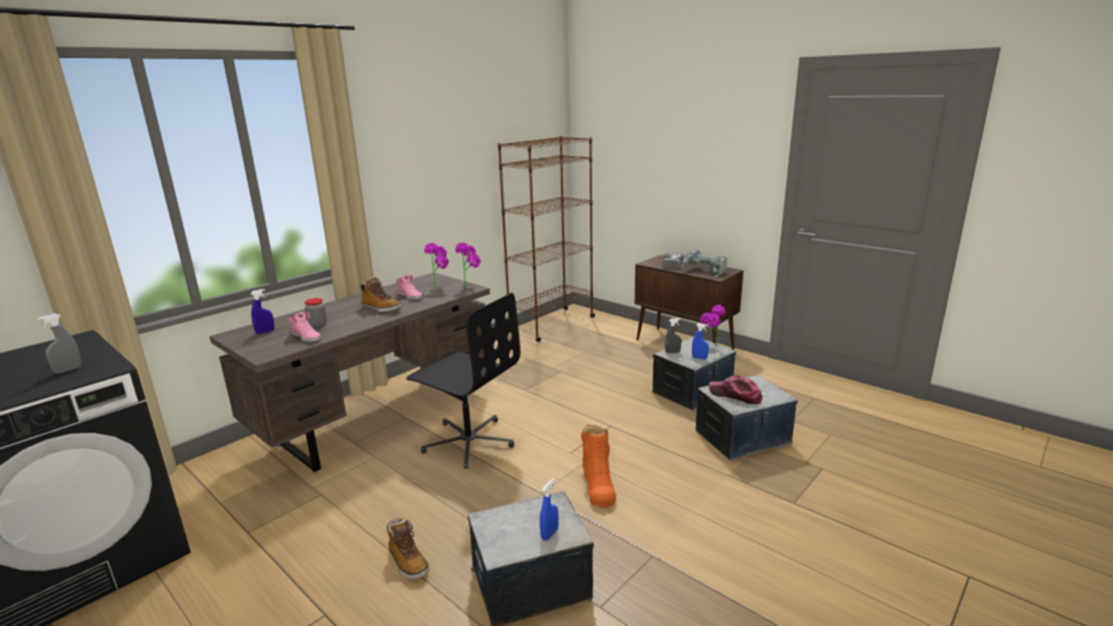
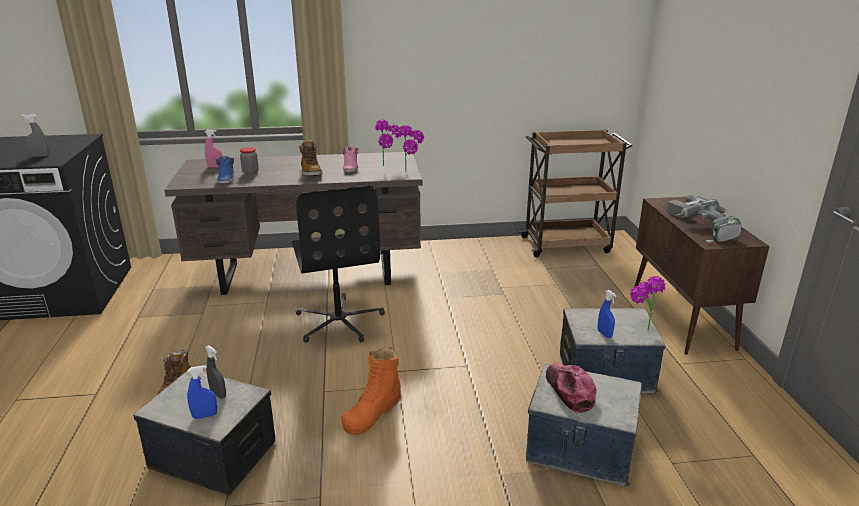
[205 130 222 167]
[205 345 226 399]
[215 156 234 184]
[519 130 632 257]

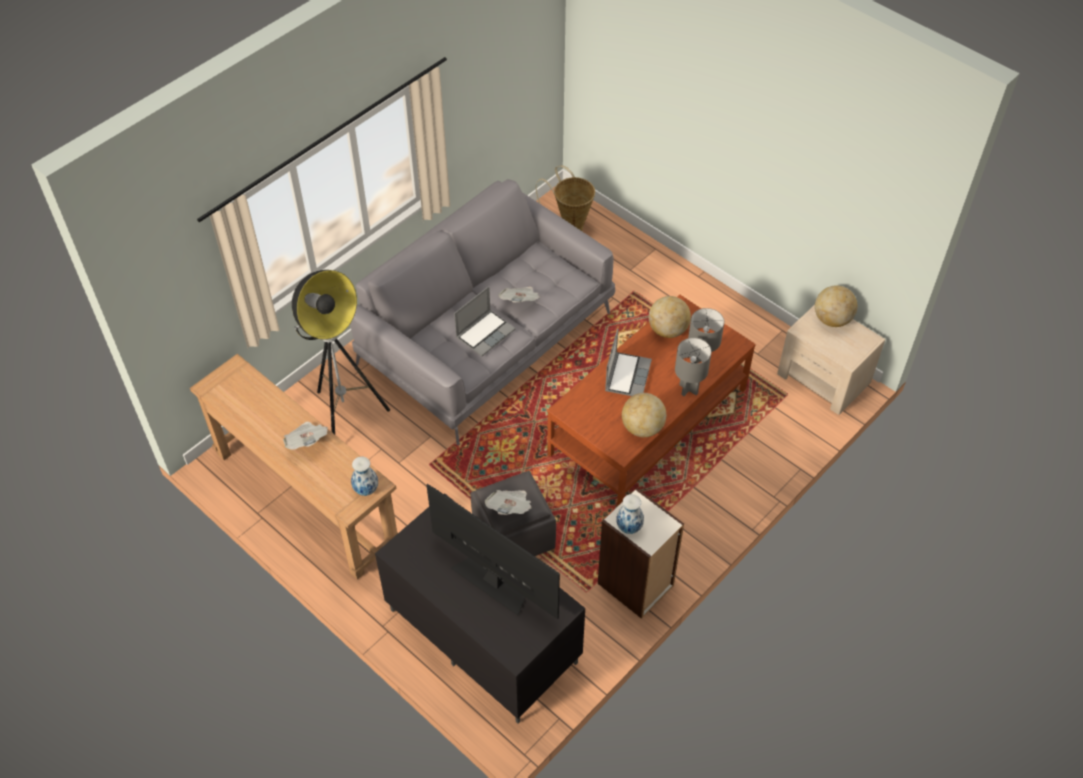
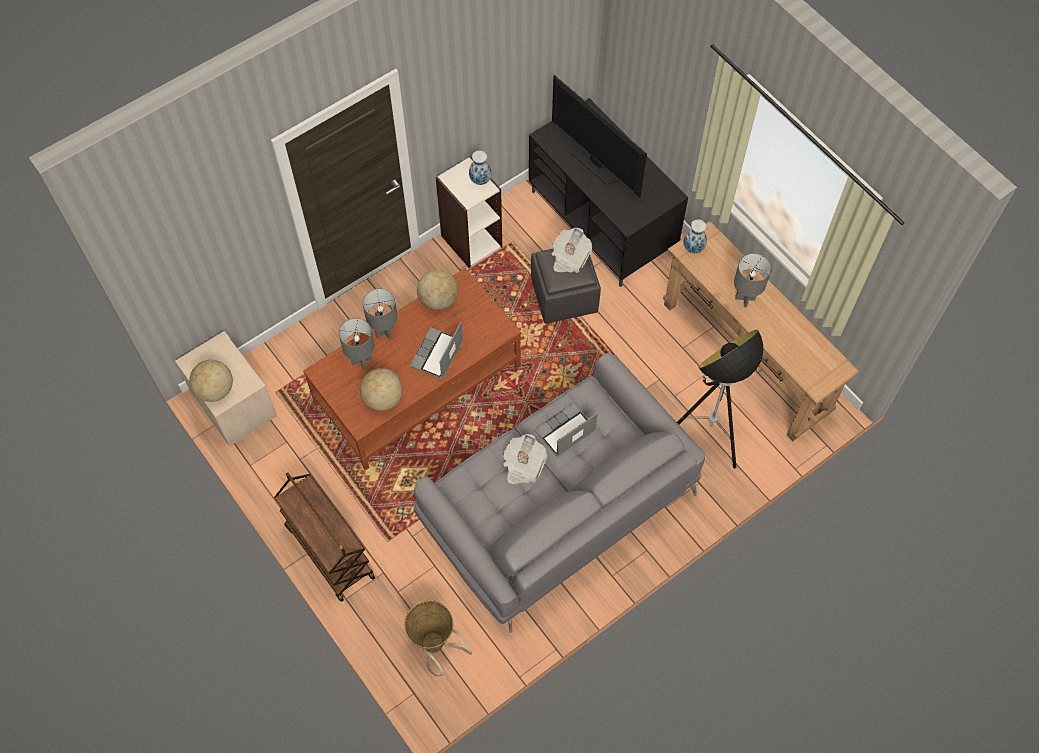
[274 473 375 602]
[734 253 771 307]

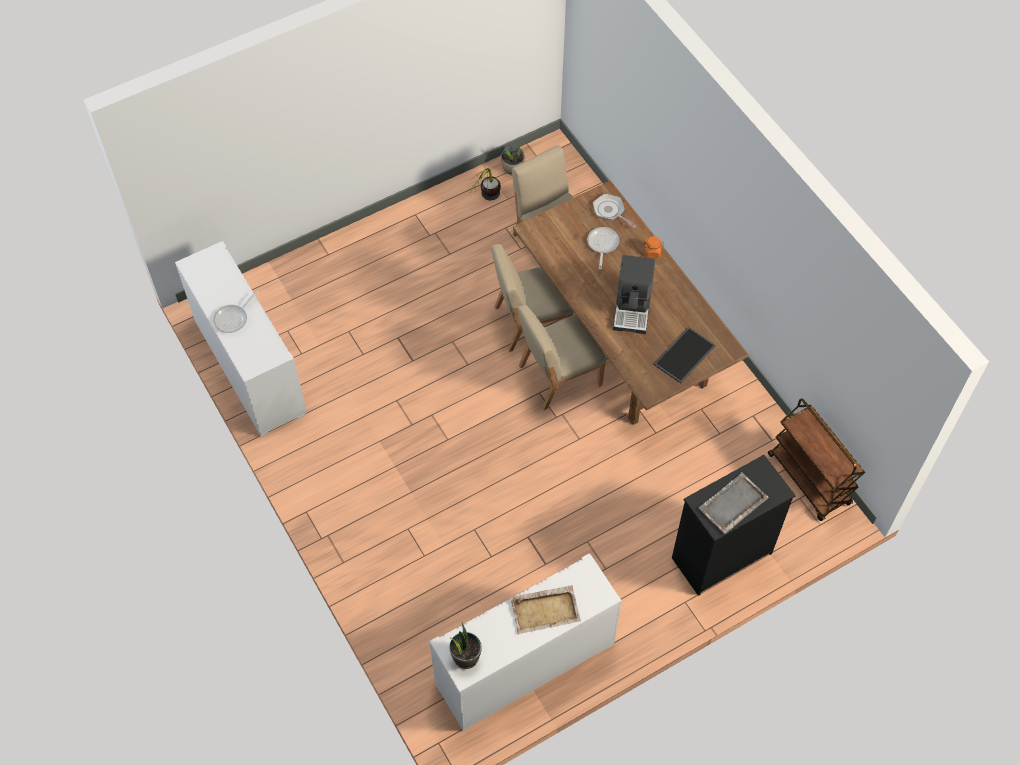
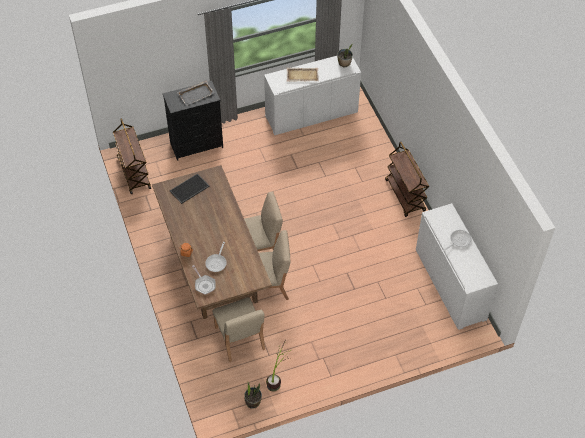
[385 142 429 217]
[613 255 655 334] (first image)

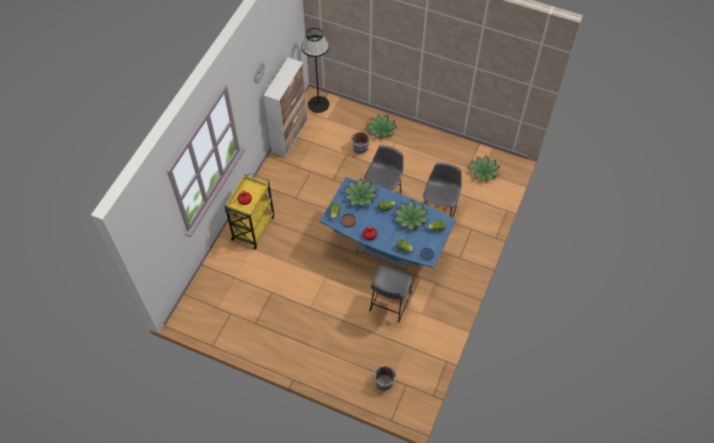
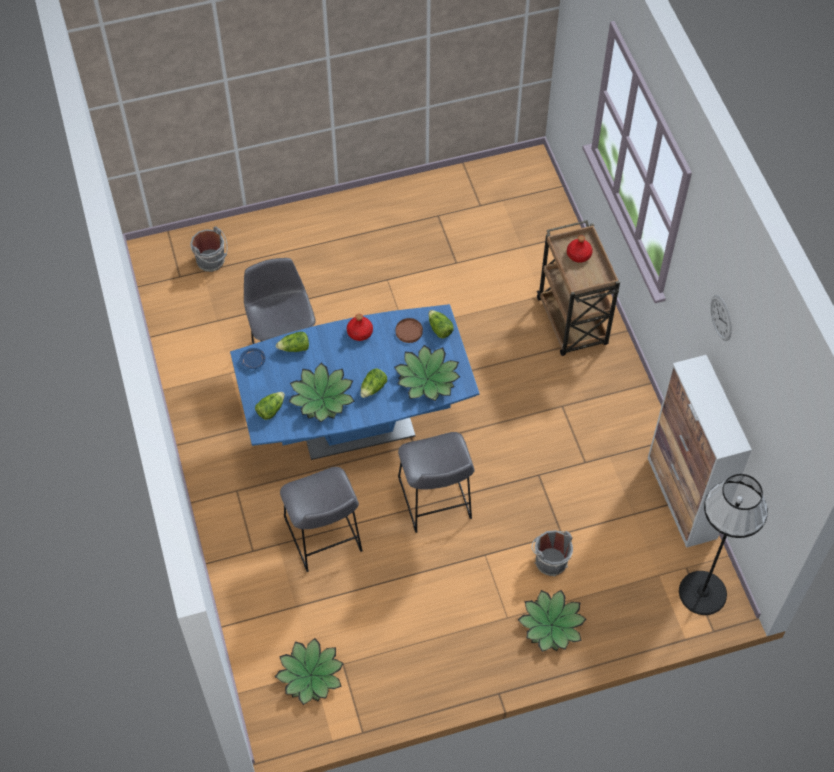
[537 220 620 356]

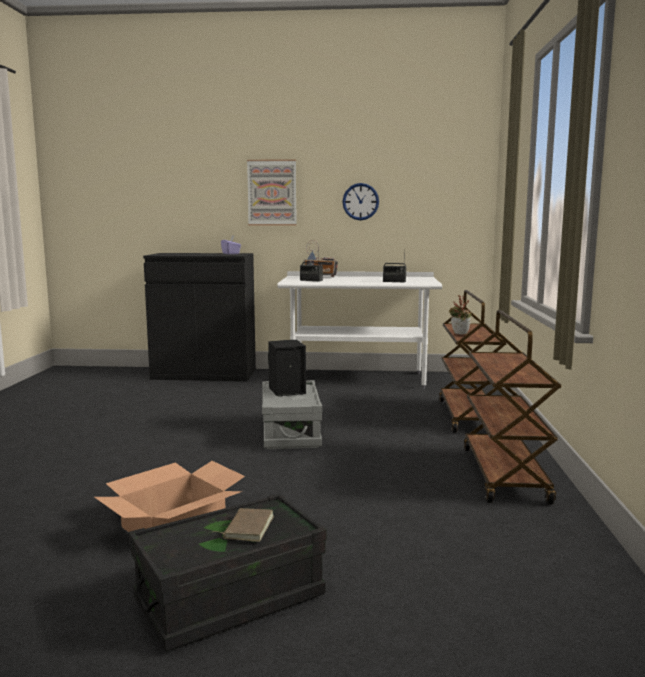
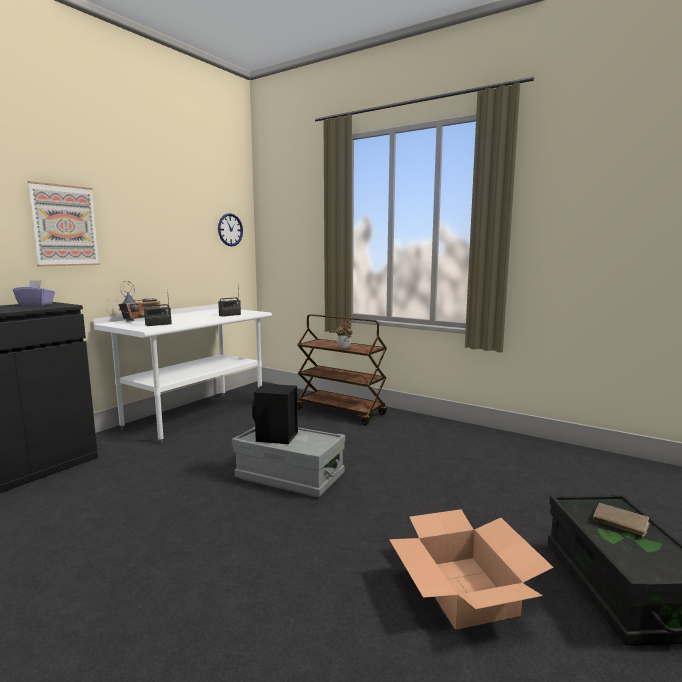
[218 213 243 246]
[464 310 561 505] (first image)

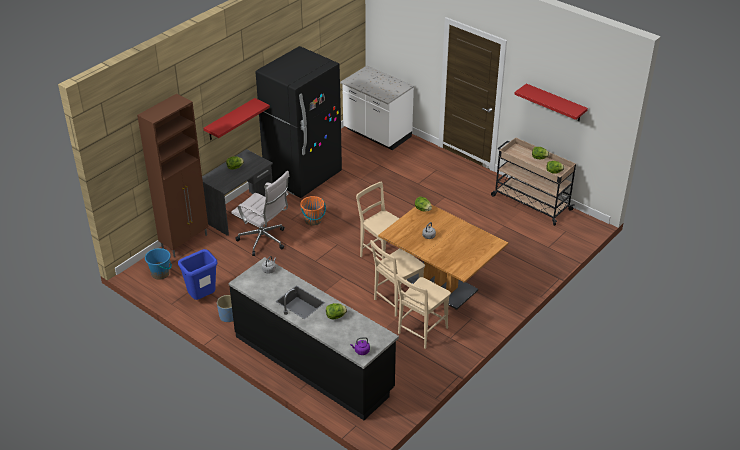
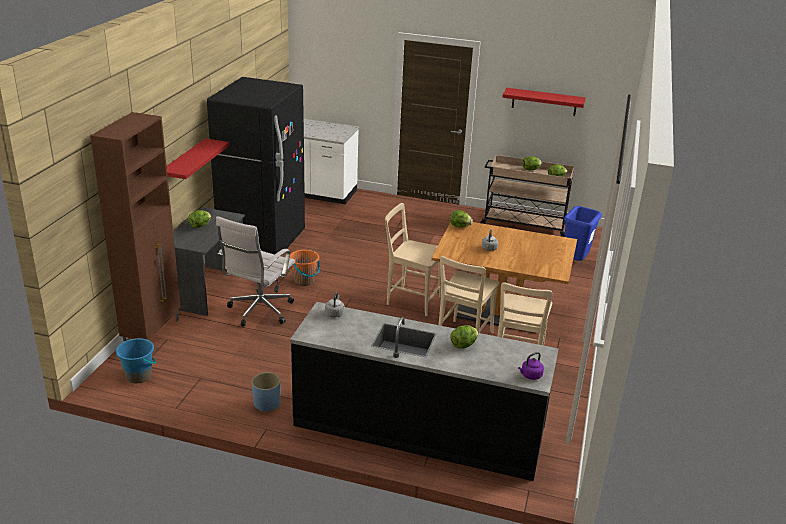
[216 216 295 326]
[564 206 602 261]

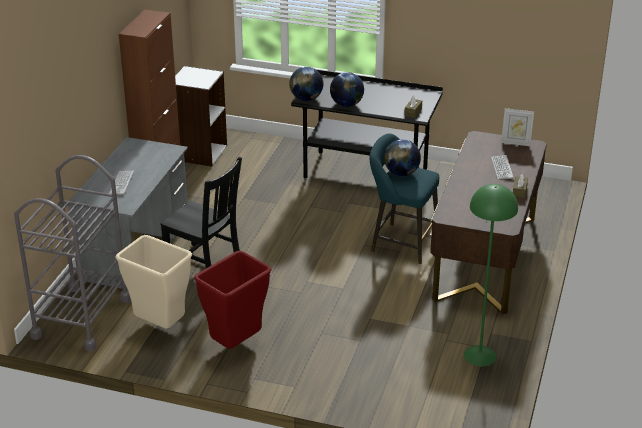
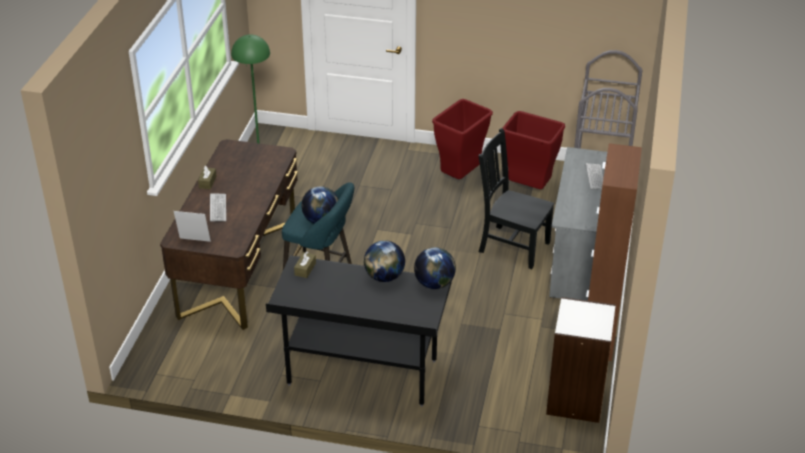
[502 111 565 189]

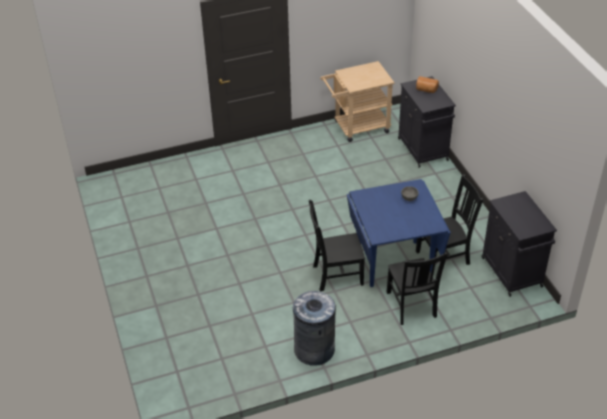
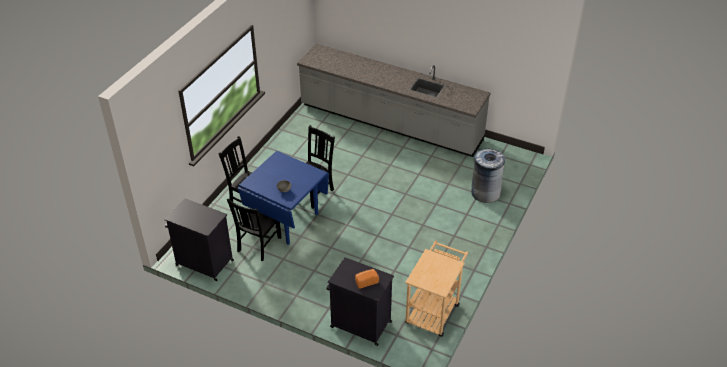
[297 44 491 157]
[471 149 505 203]

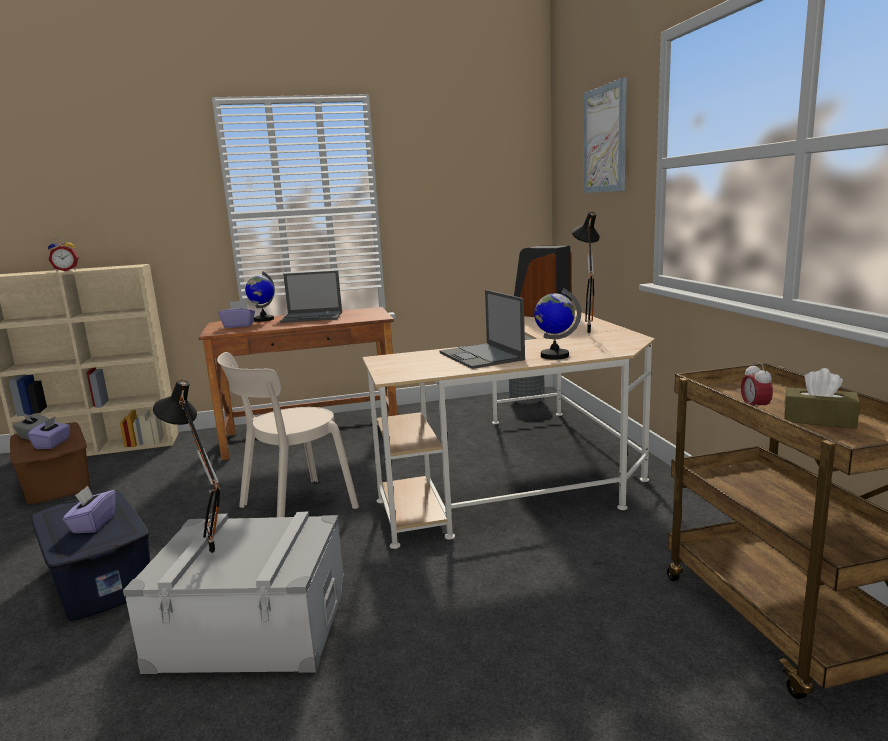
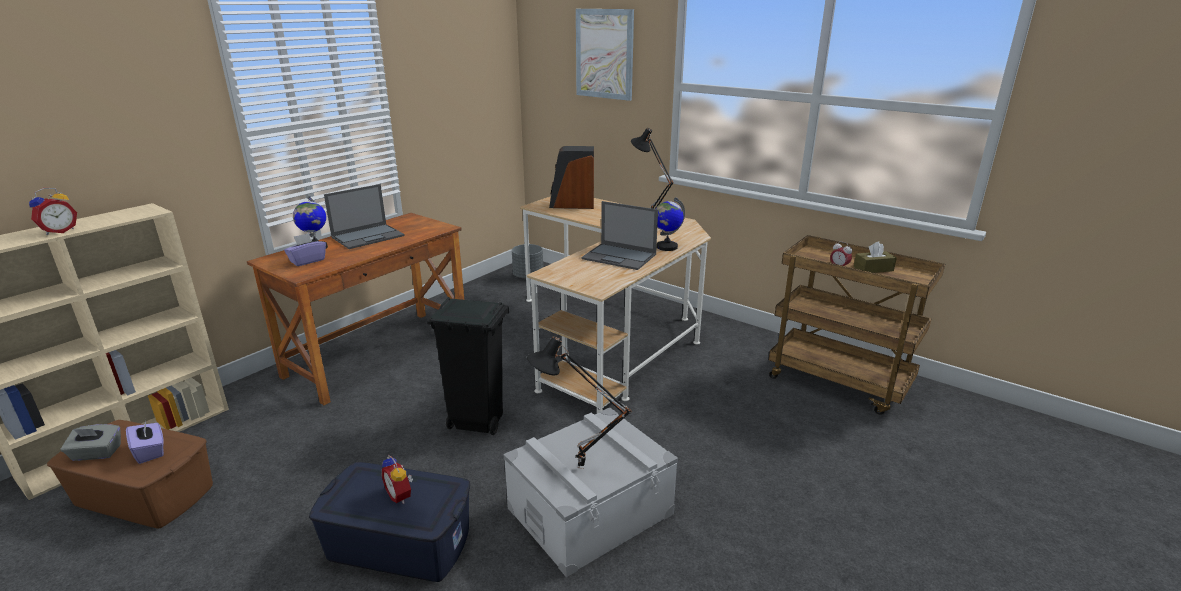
[382 455 413 504]
[427 297 509 435]

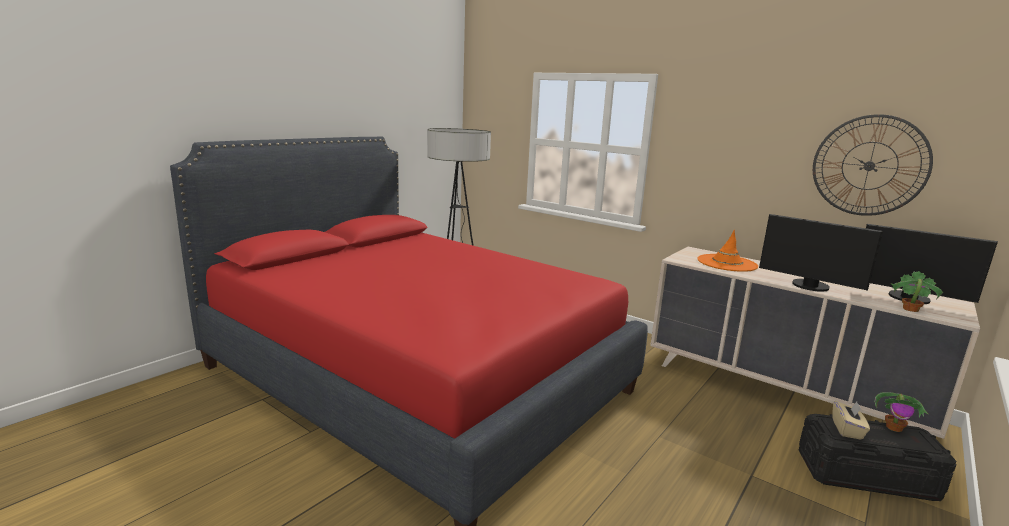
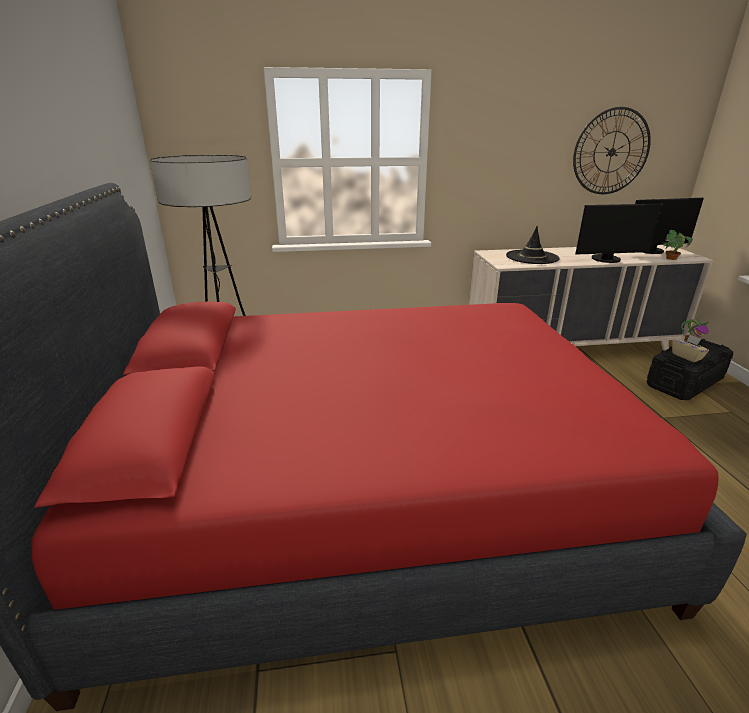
[506 226 560 264]

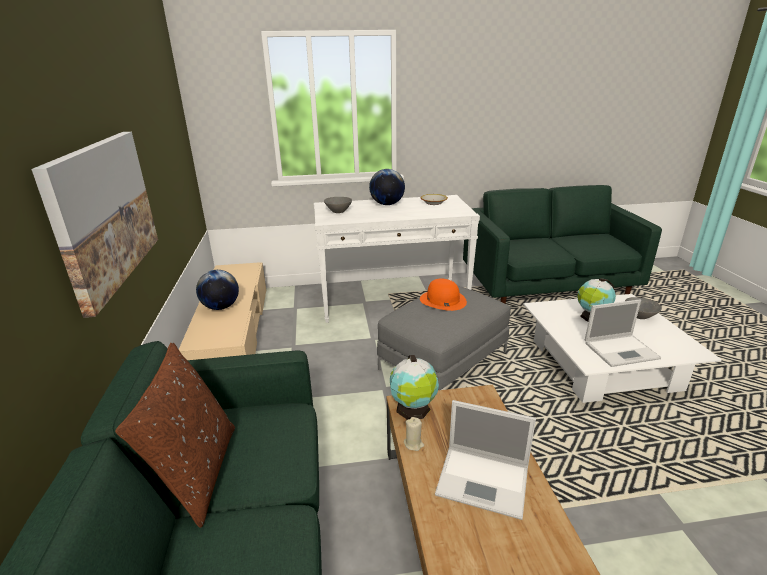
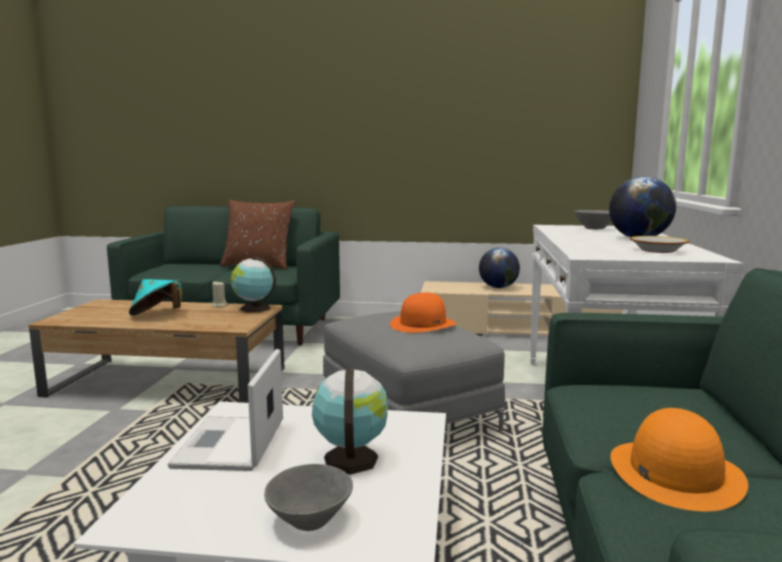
[129 279 182 316]
[611 408 748 511]
[31 132 158 318] (first image)

